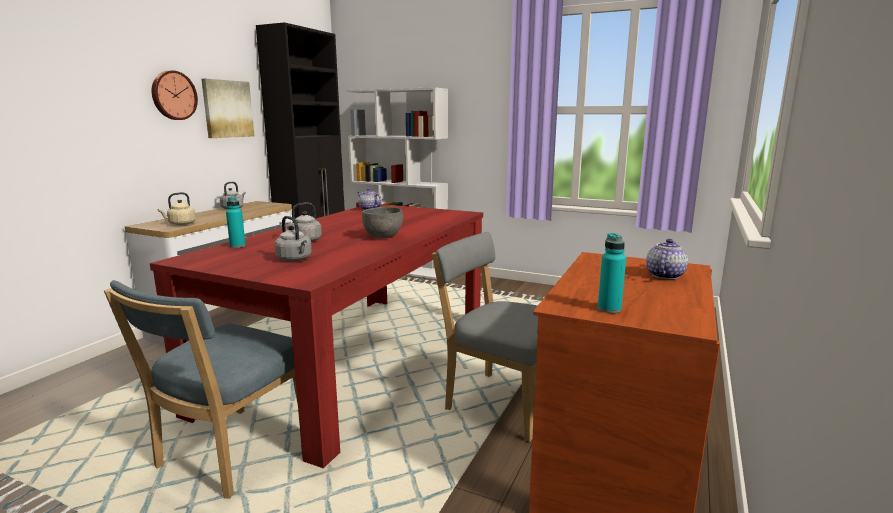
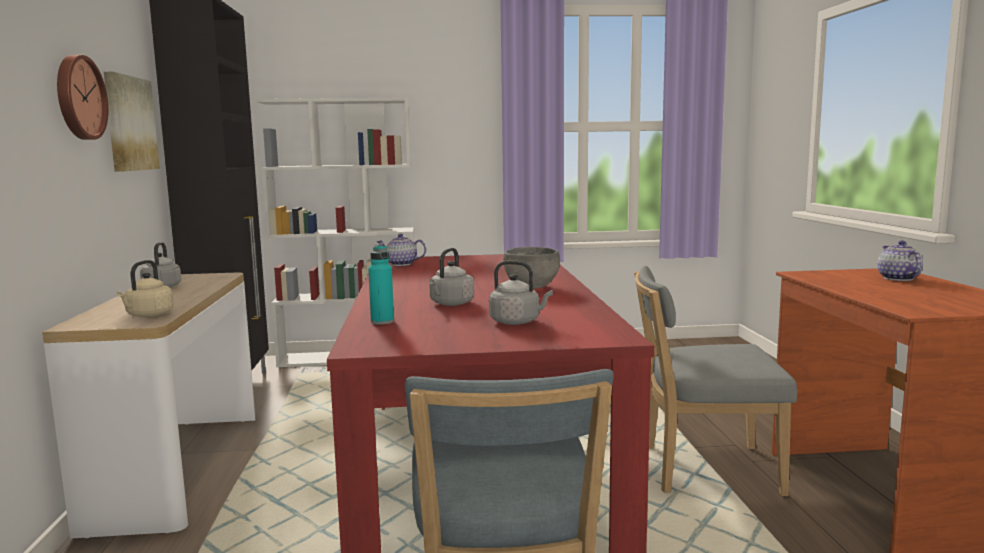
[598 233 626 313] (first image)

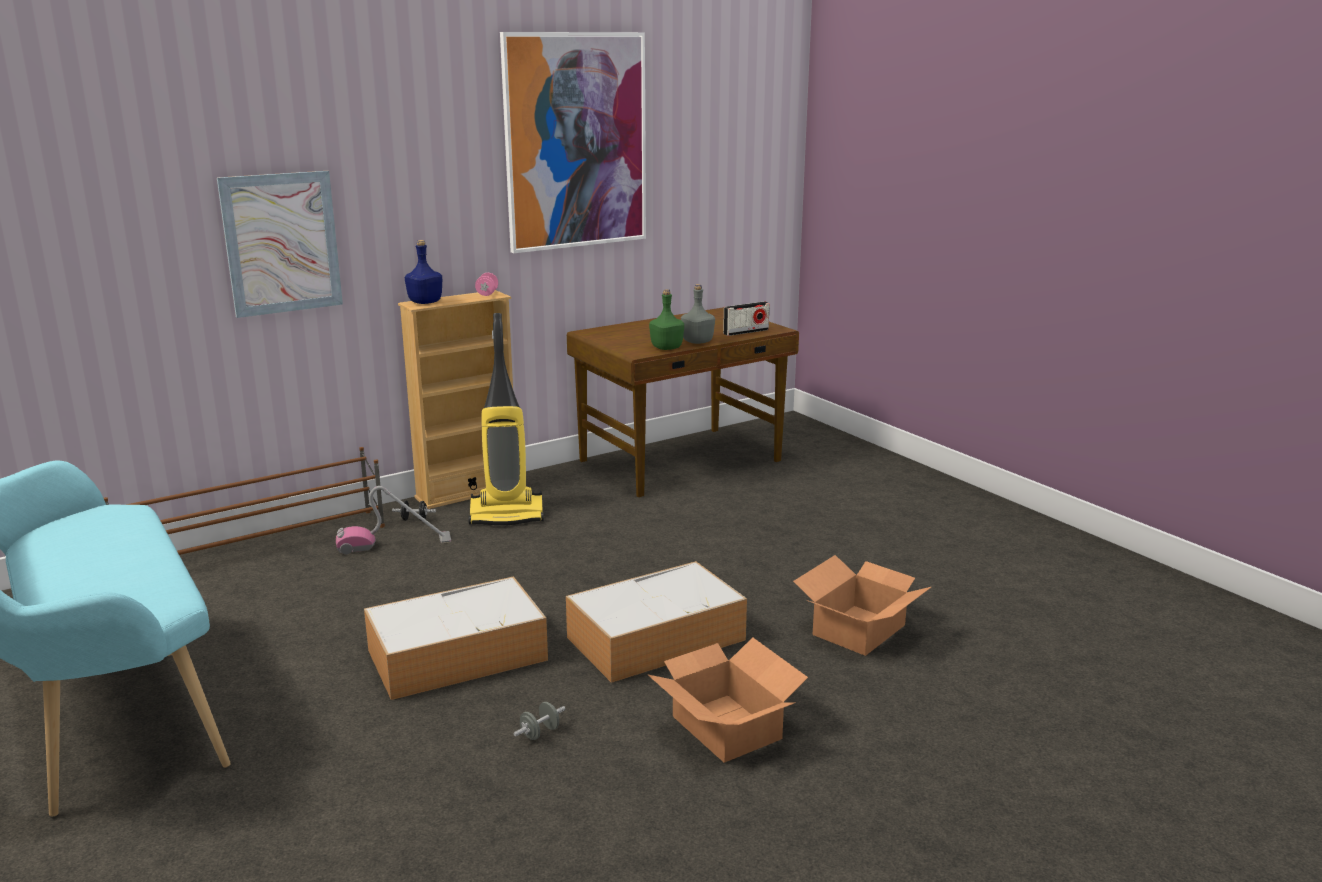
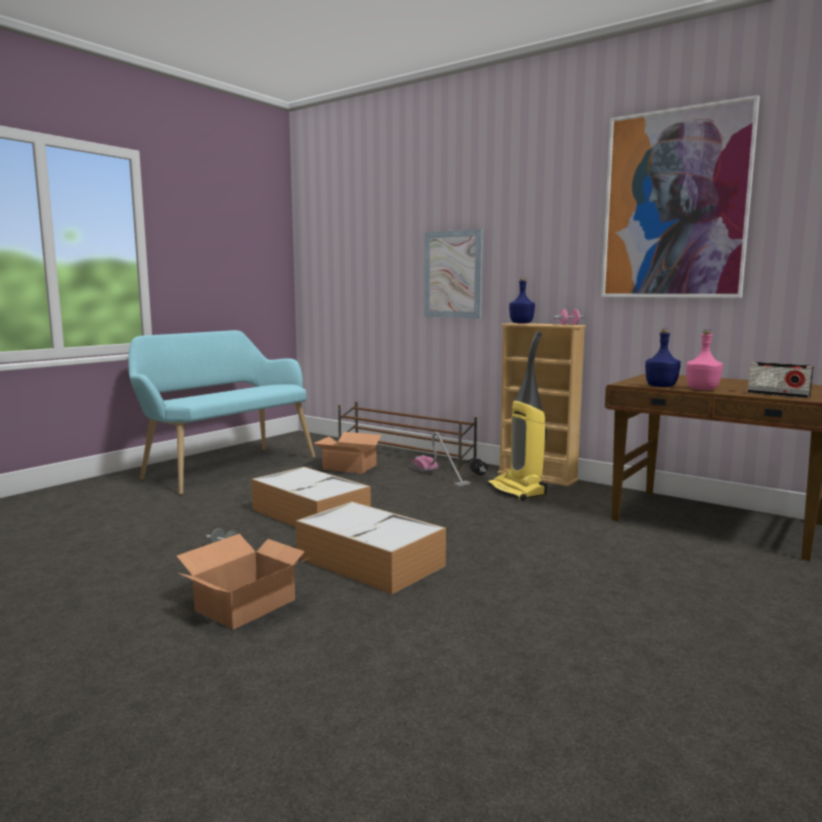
[314 432 384 474]
[645 328 681 387]
[686 330 723 390]

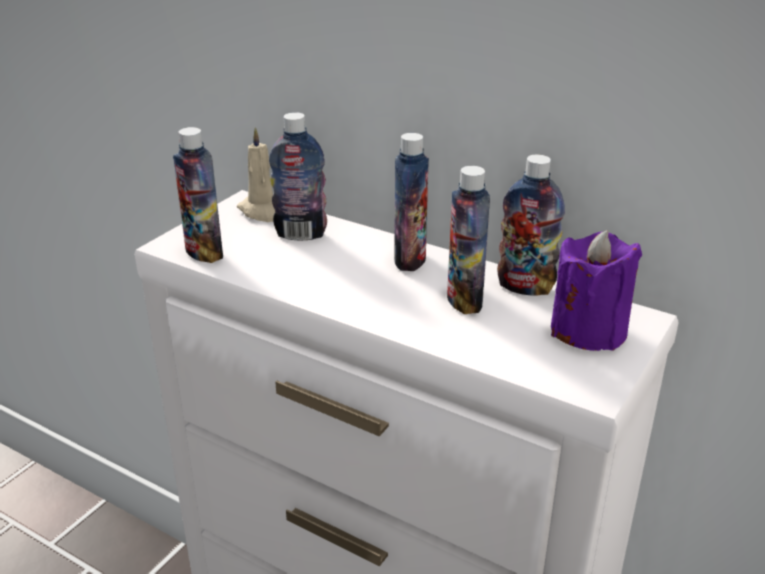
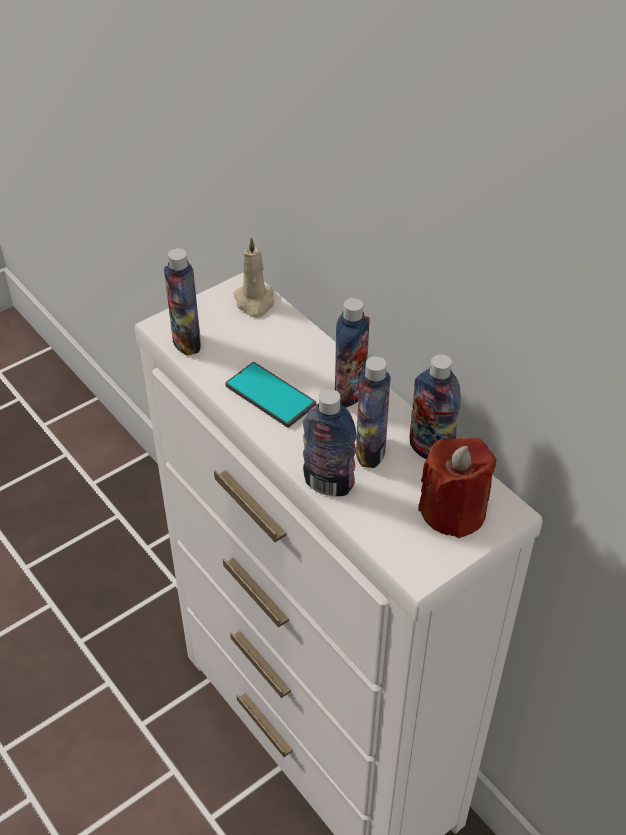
[225 362 316 427]
[303 389 357 496]
[418 438 496 538]

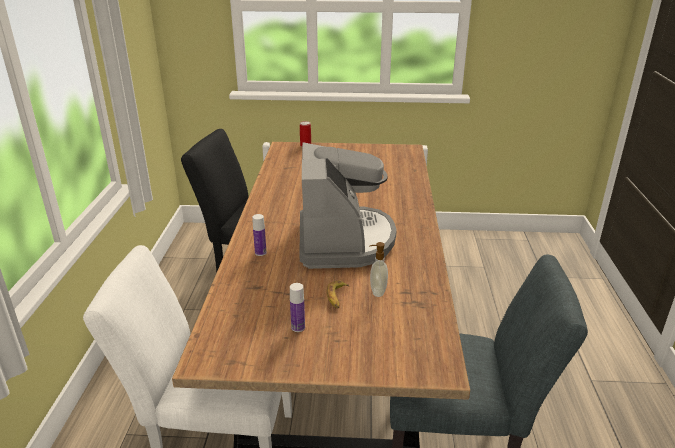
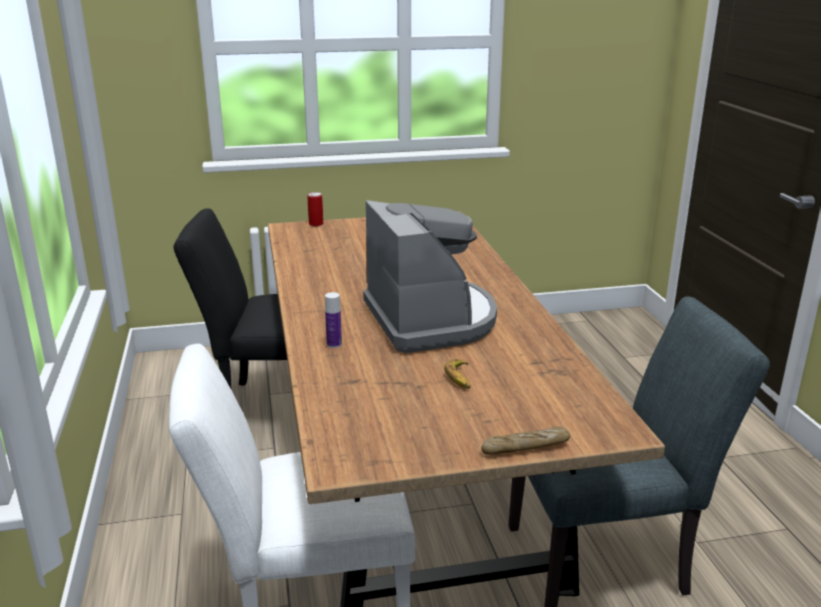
[481 426 570 455]
[290 283 305 332] (first image)
[369 242 388 297] (first image)

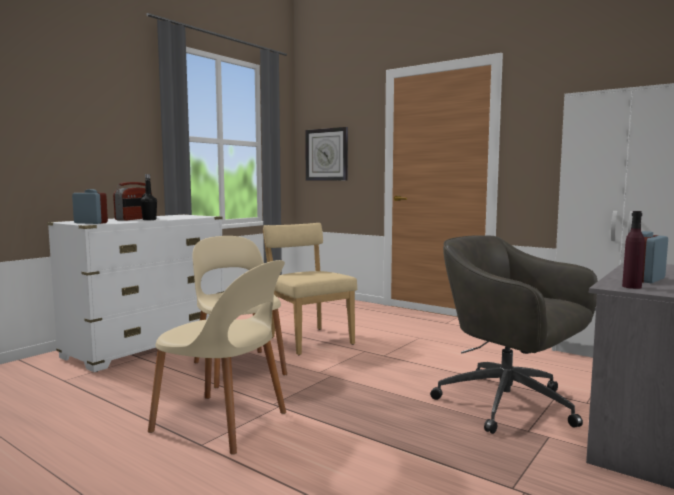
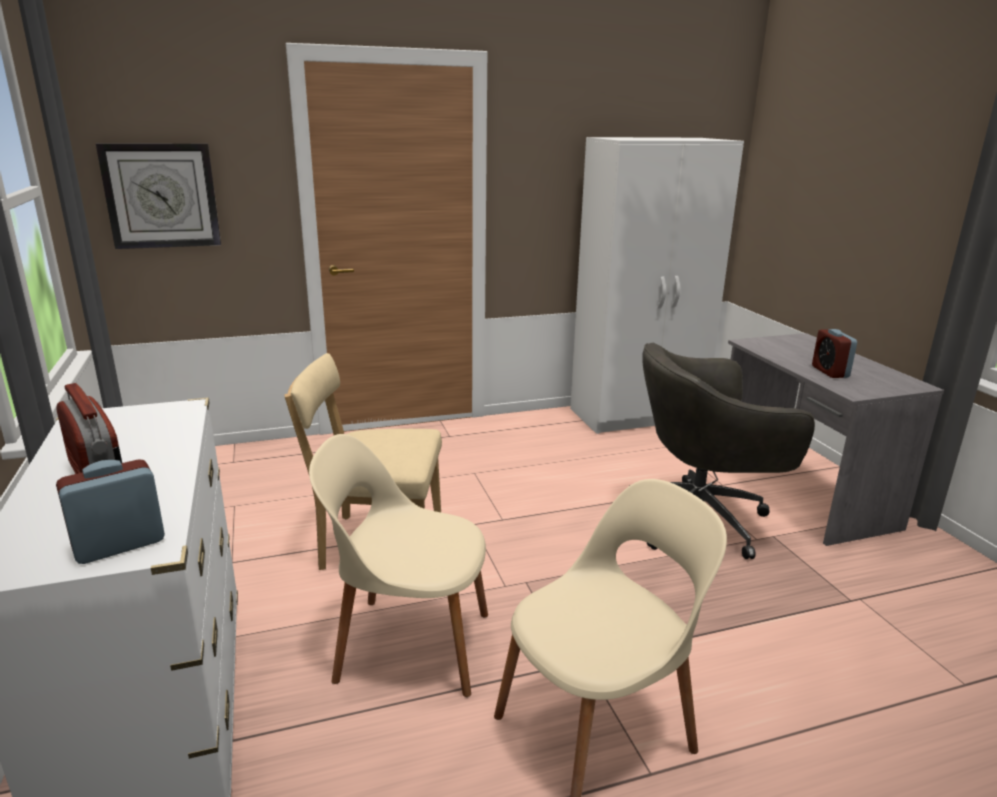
[140 174 157 220] (first image)
[622 211 645 289] (first image)

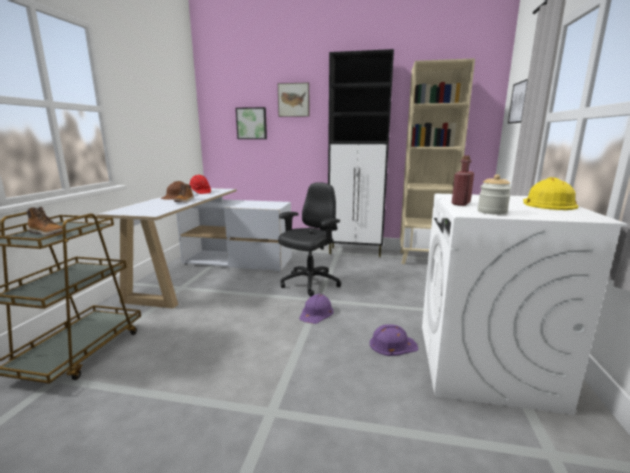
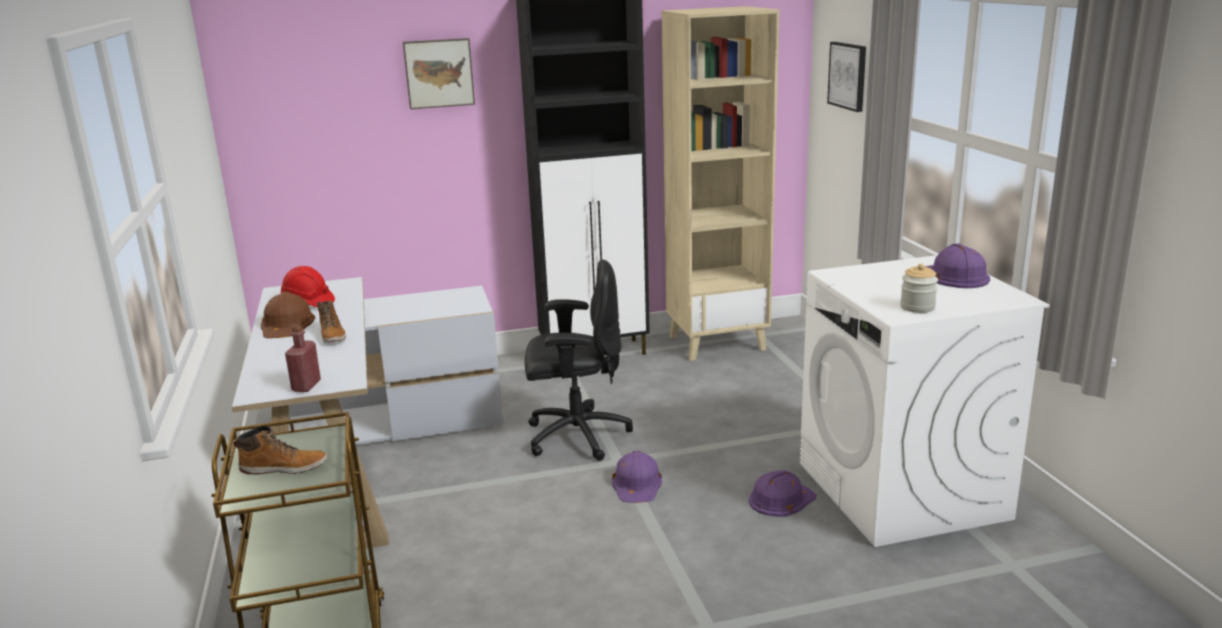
[285 325 321 392]
[525 259 633 461]
[925 244 990 288]
[236 107 267 139] (first image)

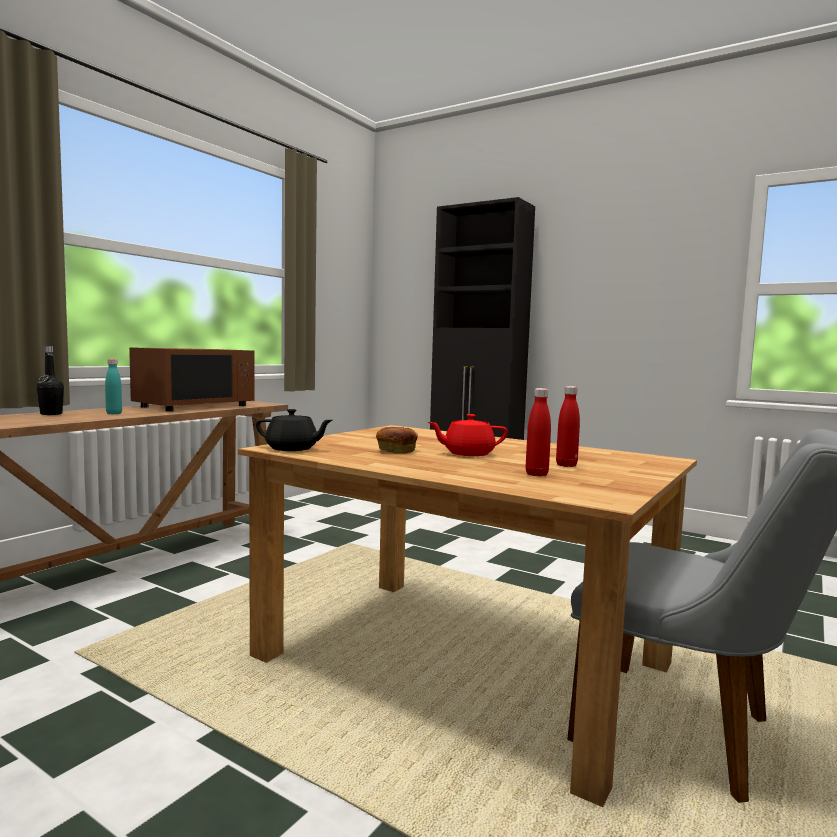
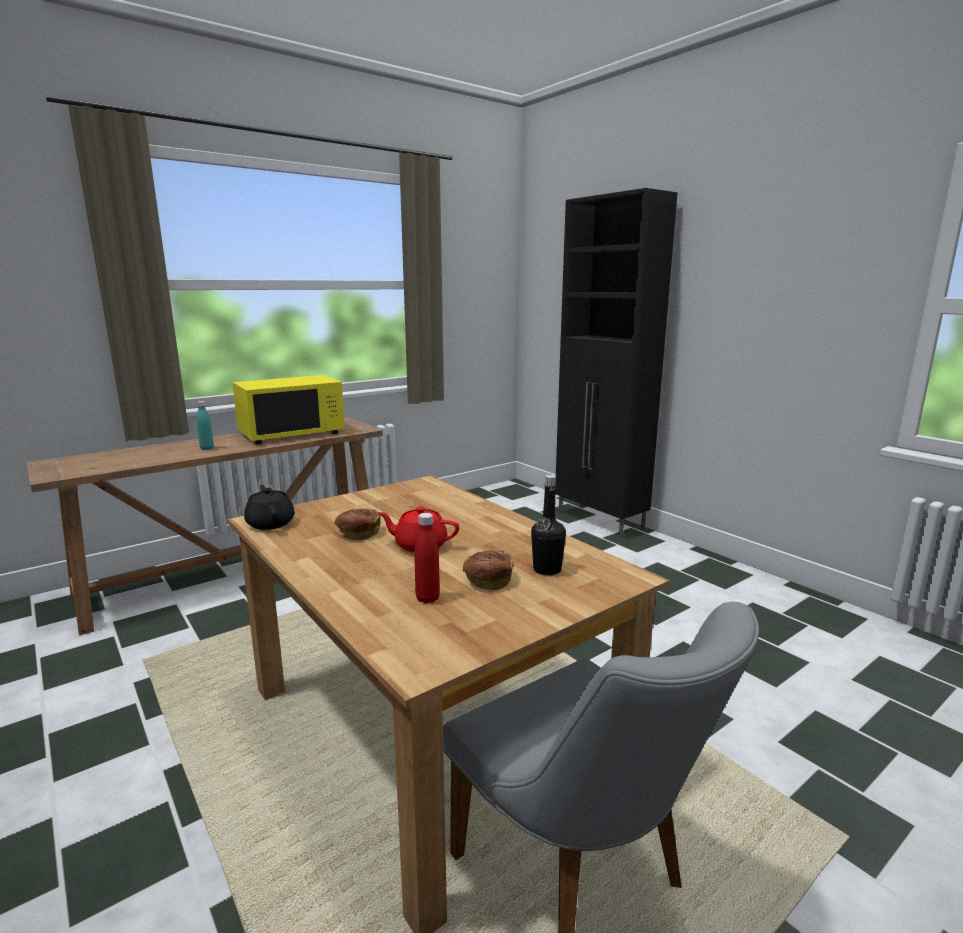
[232 375 345 444]
[244 485 295 530]
[463 550 514 590]
[531 475 566 575]

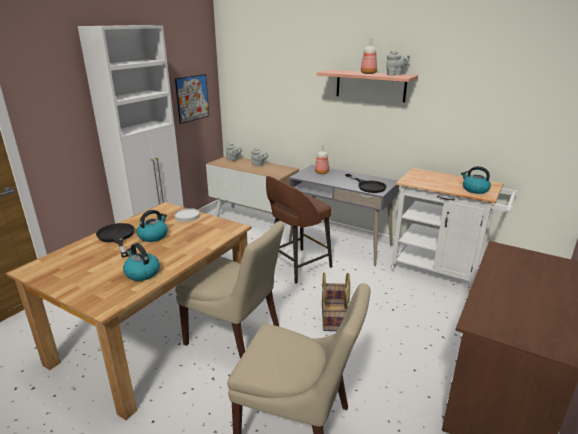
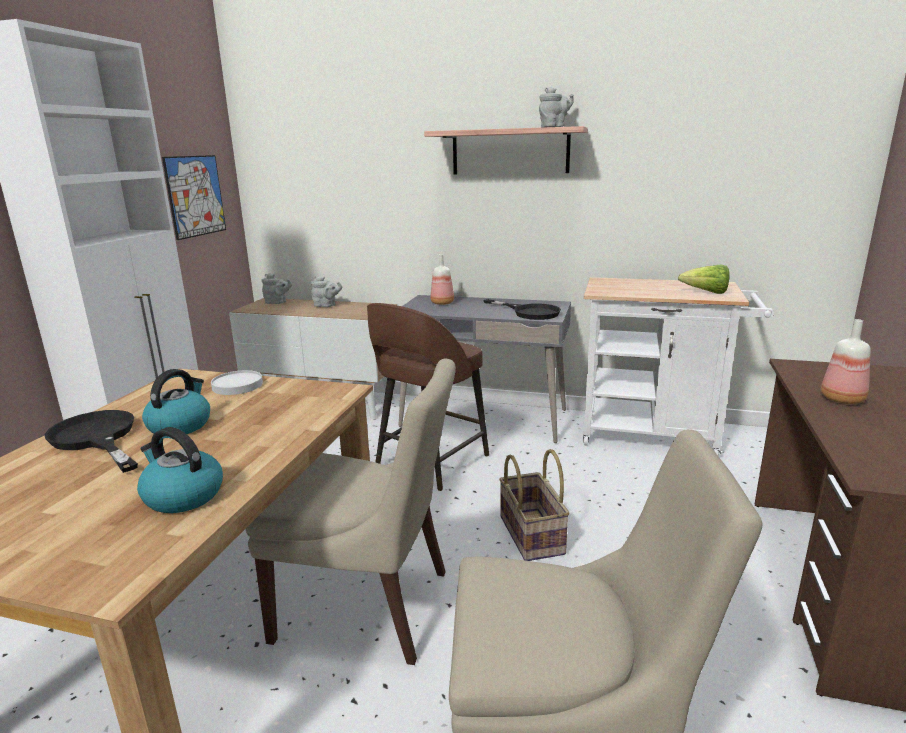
[678 265 730 294]
[821 319 871 404]

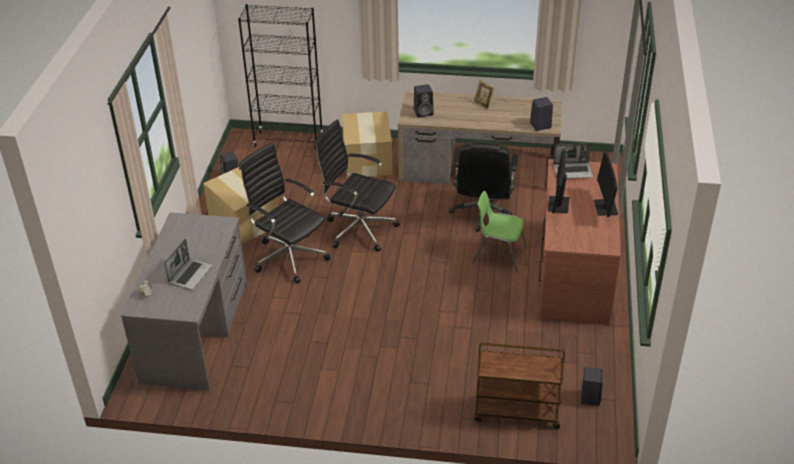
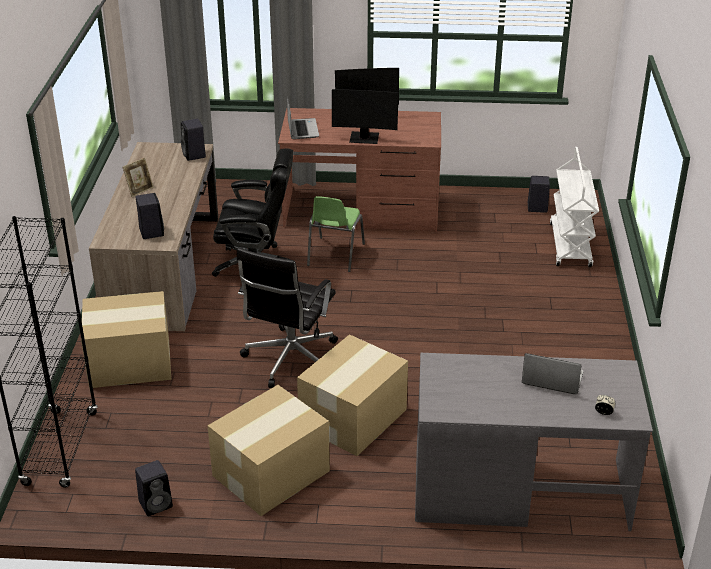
[297 334 408 456]
[550 147 599 267]

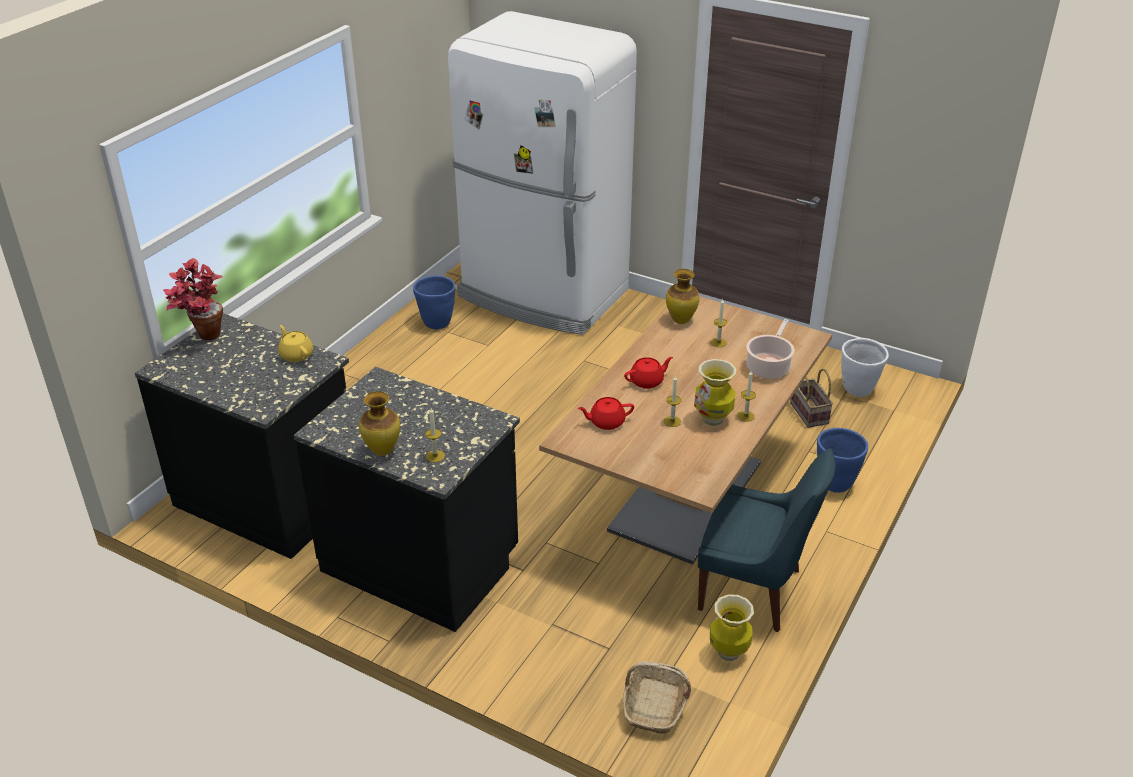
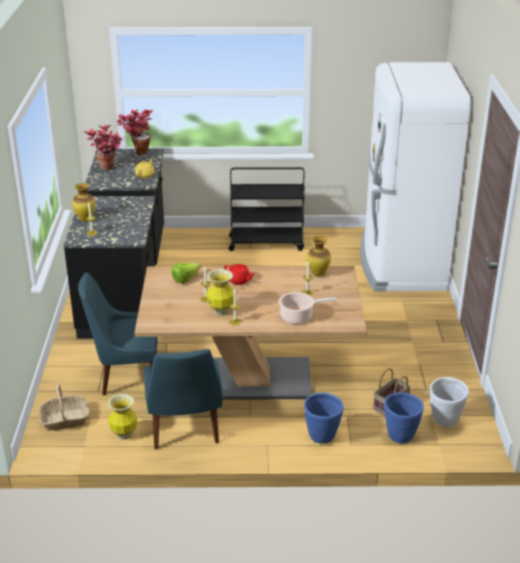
[78 272 157 395]
[84 125 125 170]
[172 263 201 283]
[229 167 305 251]
[384 393 424 444]

